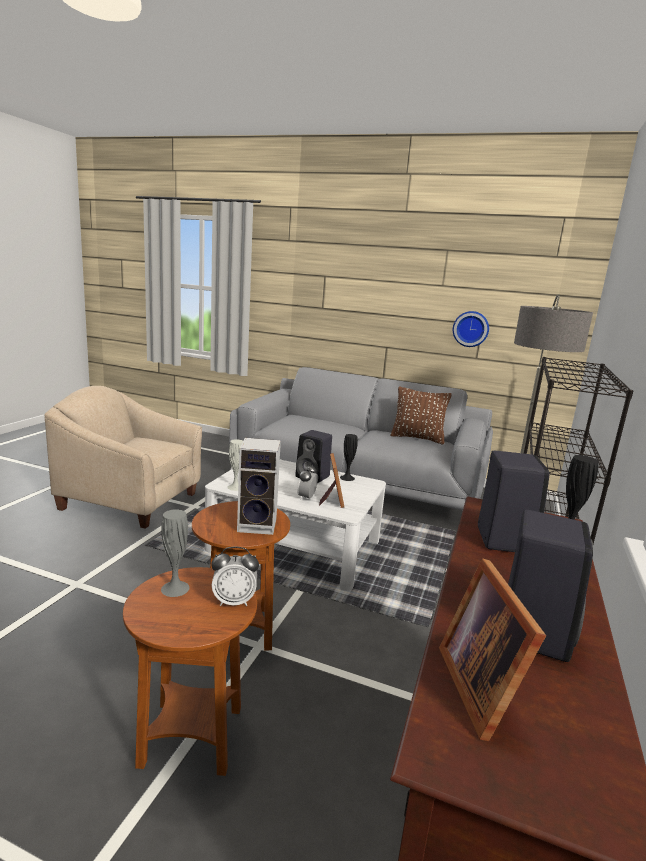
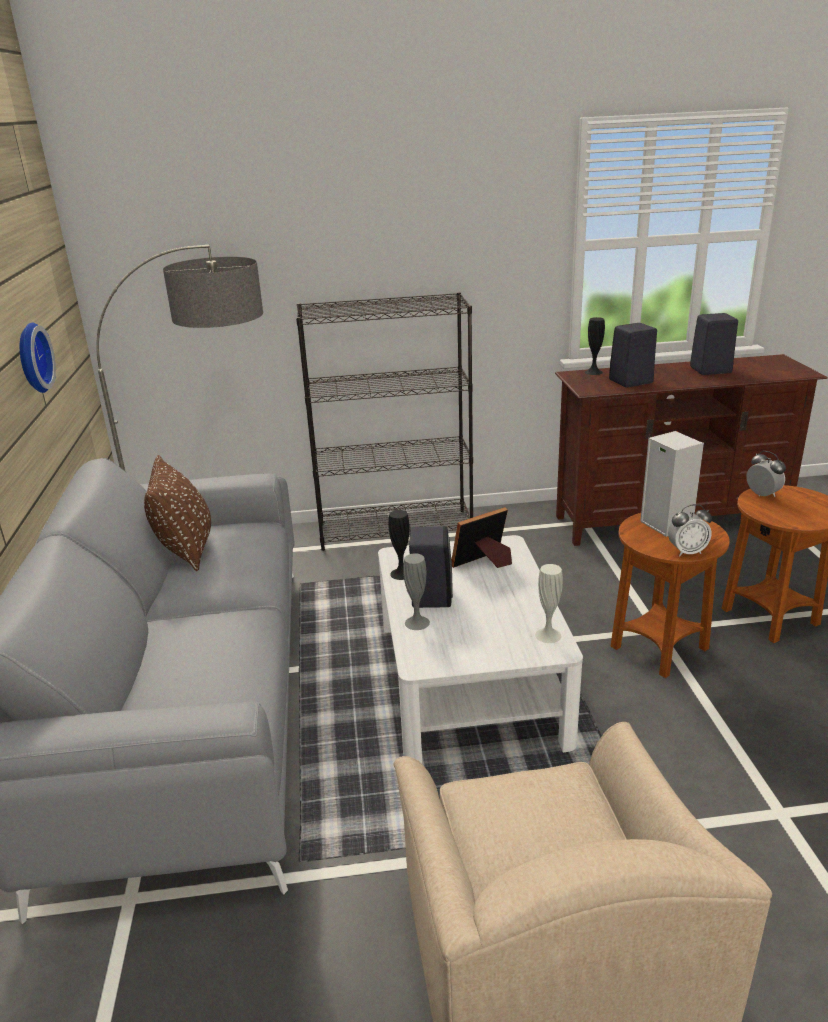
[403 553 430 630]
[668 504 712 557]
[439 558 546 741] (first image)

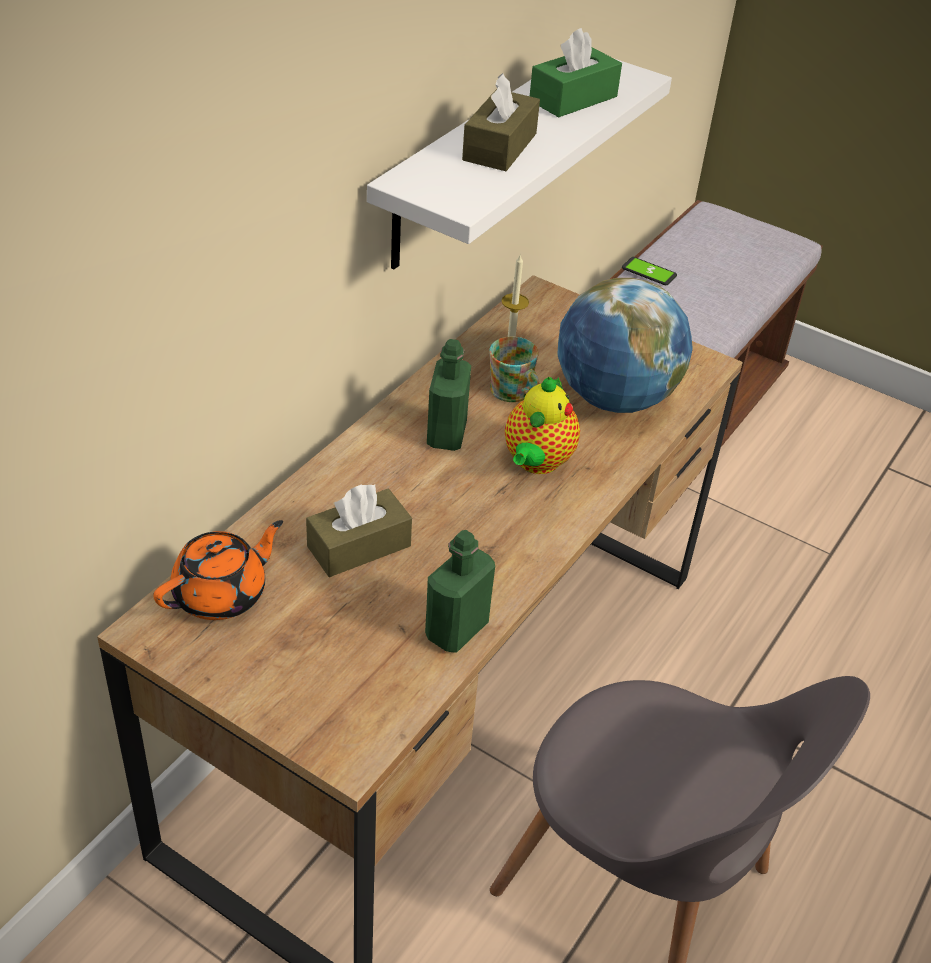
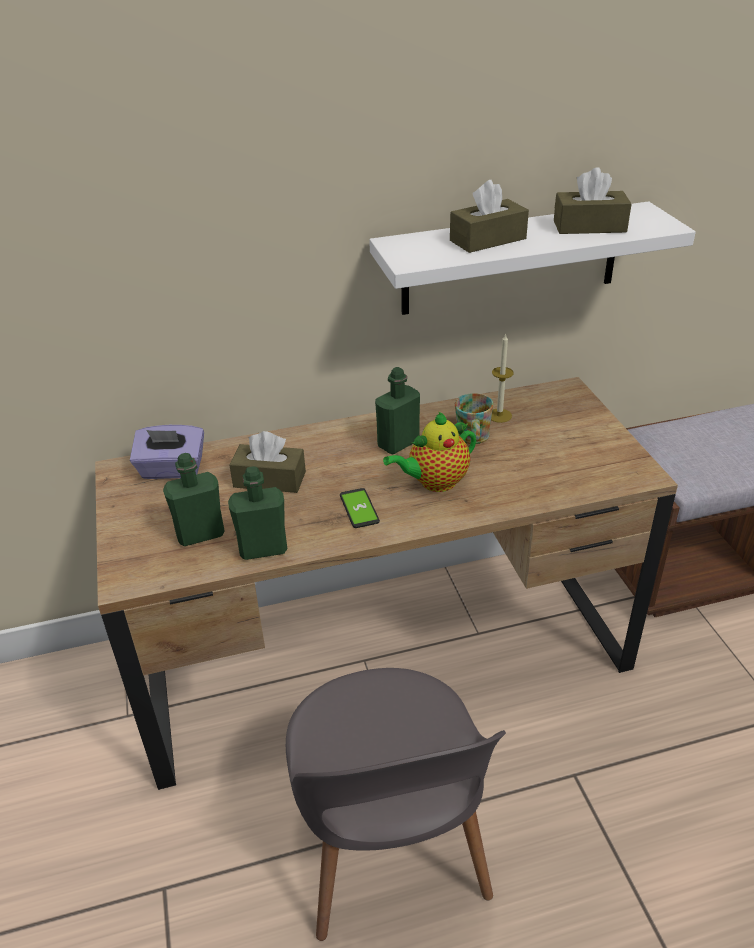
[130 425 204 479]
[163 453 225 546]
[340 488 380 528]
[554 167 632 234]
[557 278 693 413] (first image)

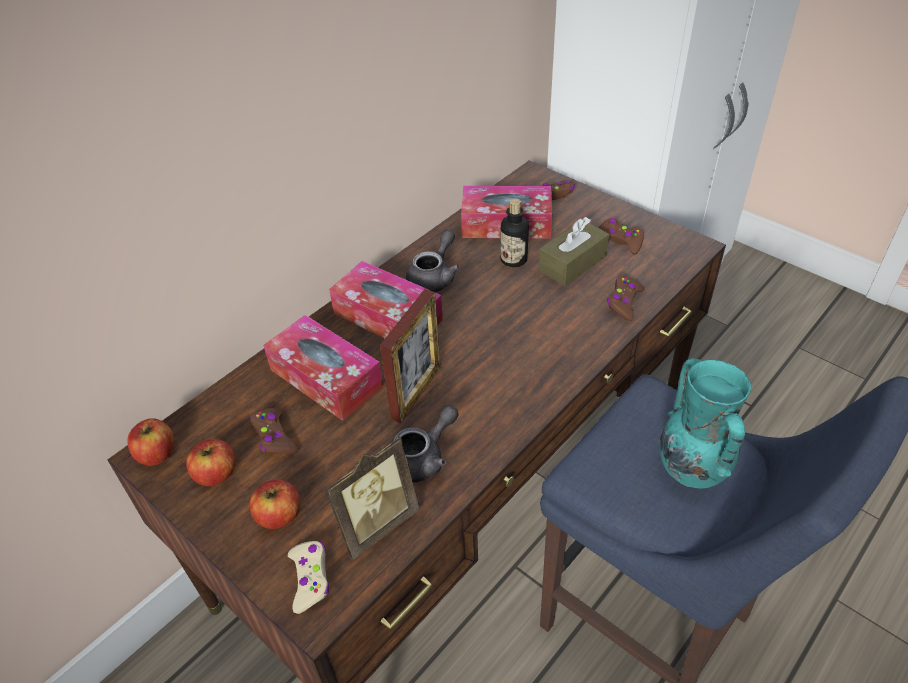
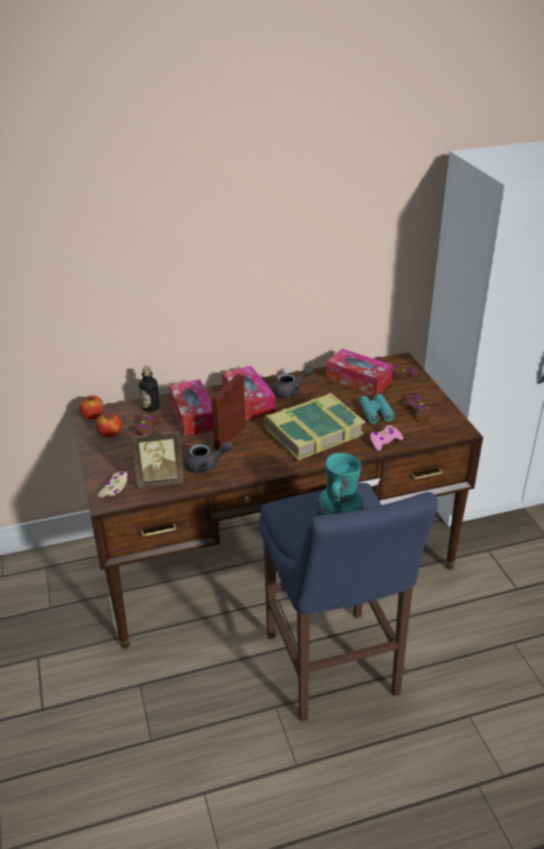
[139 366 160 412]
[211 374 246 451]
[264 393 365 460]
[359 394 395 424]
[369 425 403 451]
[250 479 300 529] (first image)

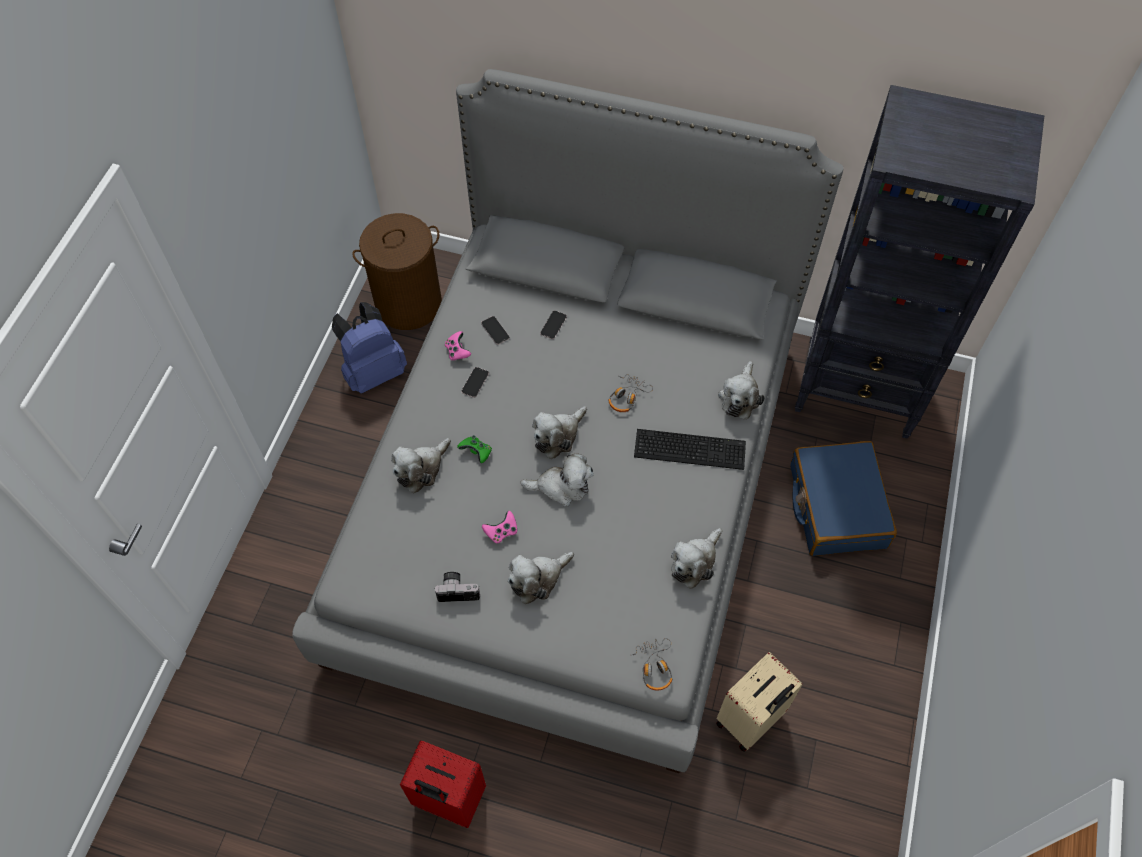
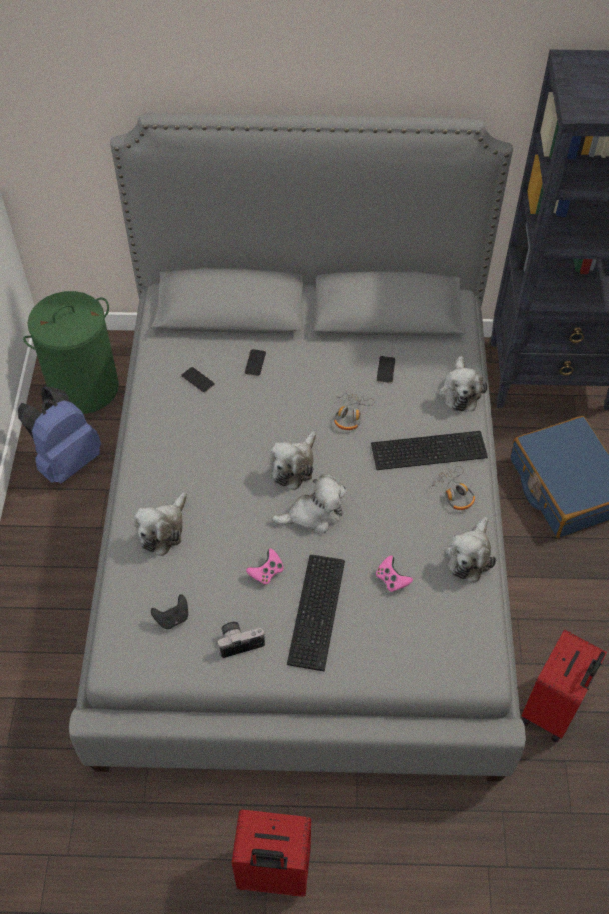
[23 291 119 414]
[151 594 188 629]
[287 555 345 671]
[376 356 396 384]
[376 555 413 592]
[430 466 475 510]
[522 630 607 743]
[457 435 492 463] (first image)

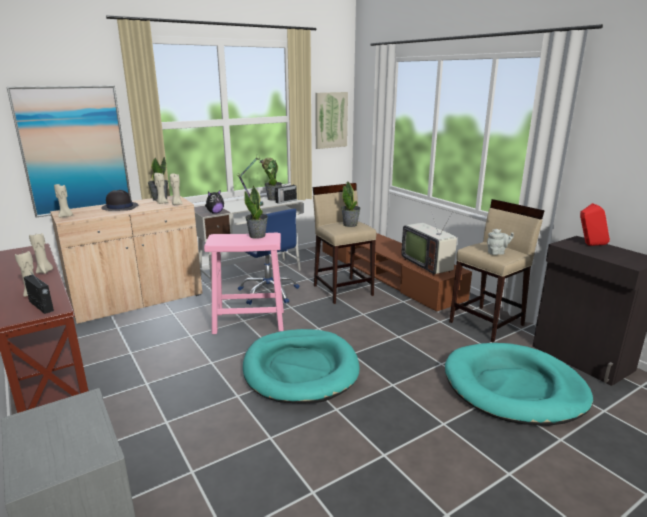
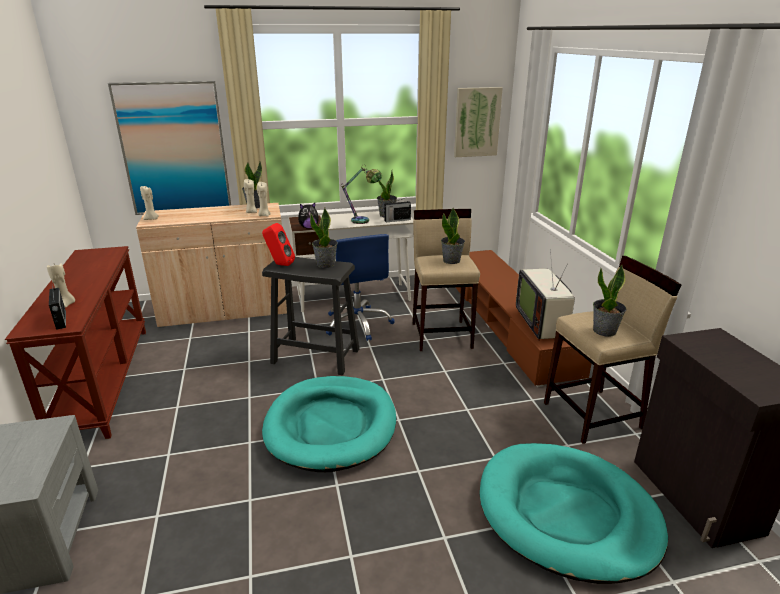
[262 223 295 266]
[262 257 359 375]
[593 265 626 337]
[29 233 53 274] (first image)
[101 190 138 211] (first image)

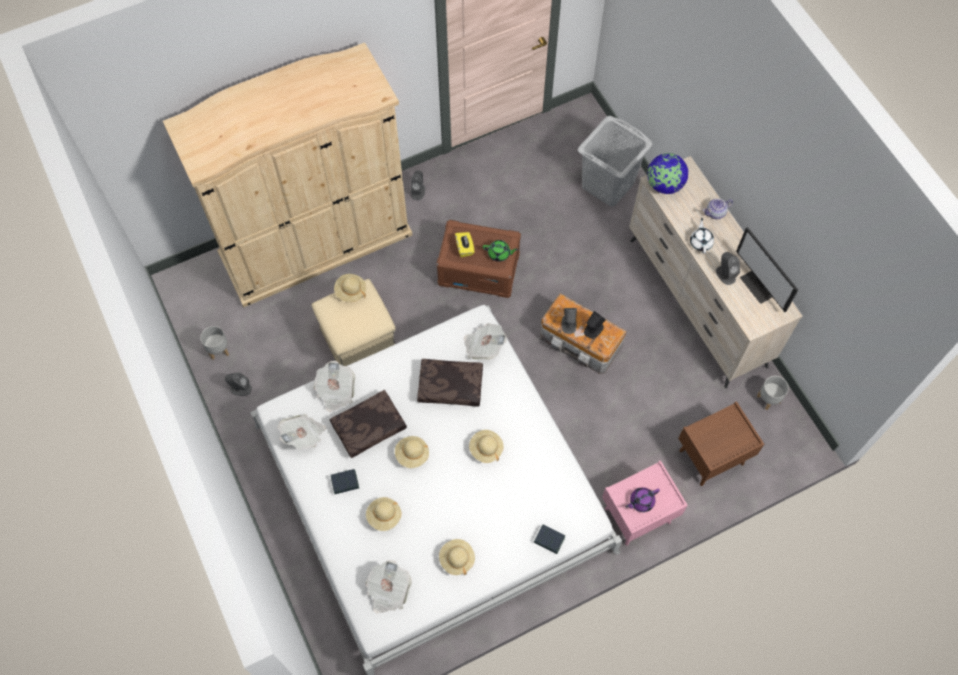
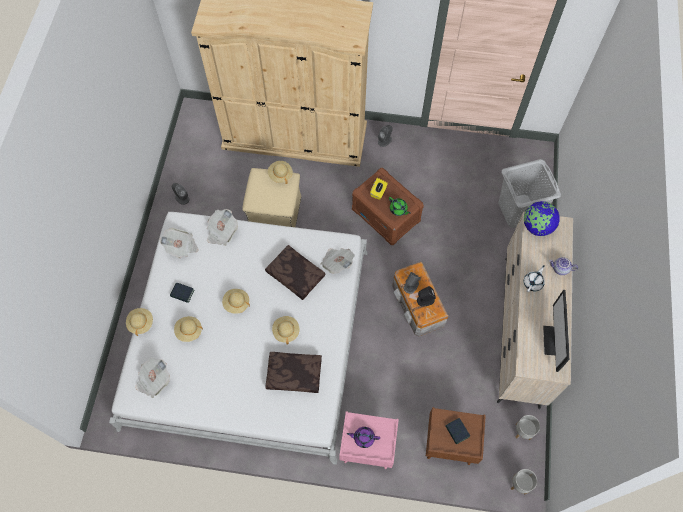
[126 308 153 336]
[265 352 322 393]
[445 418 470 445]
[511 469 537 495]
[716 252 740 285] (first image)

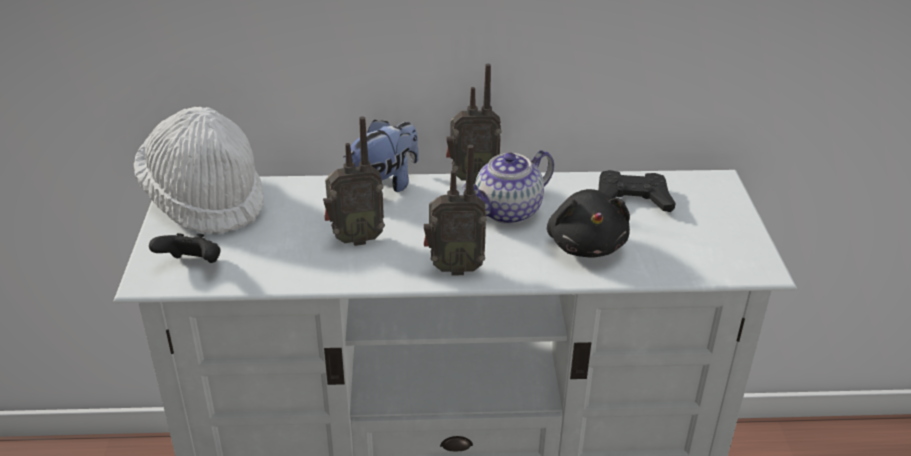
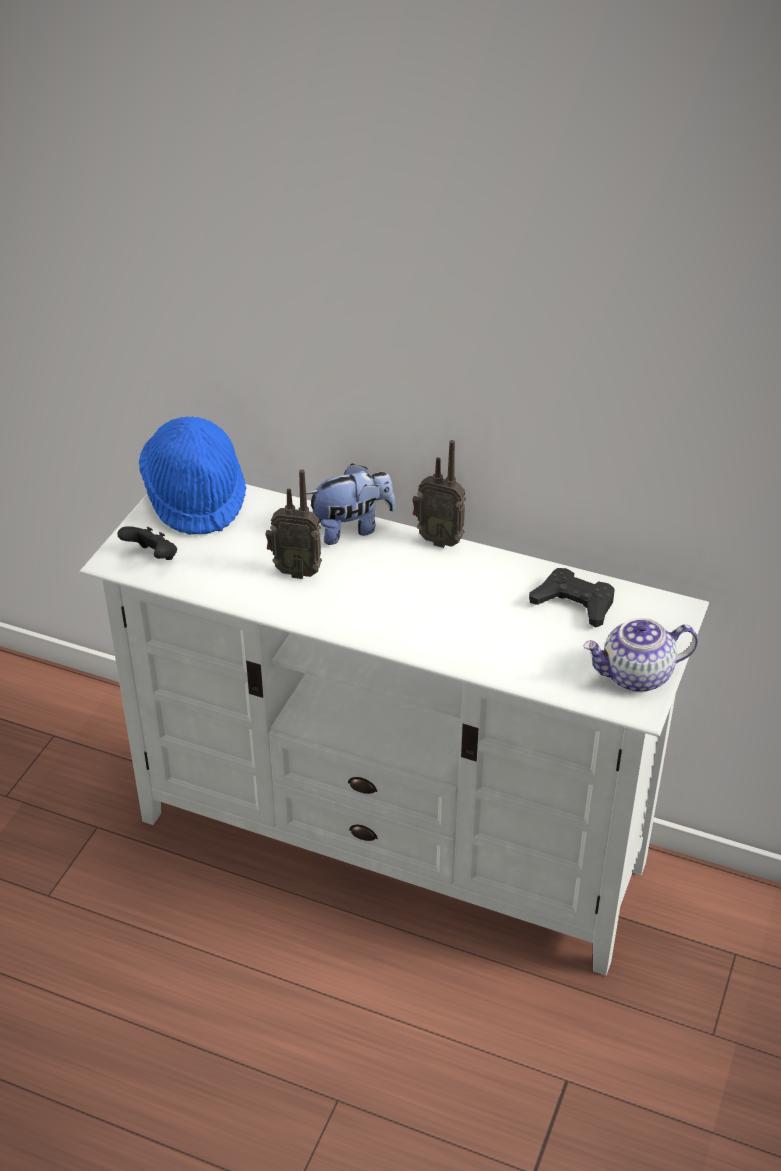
[139 417 247 535]
[583 618 698 692]
[424 145 487 275] (first image)
[547 189 630 258] (first image)

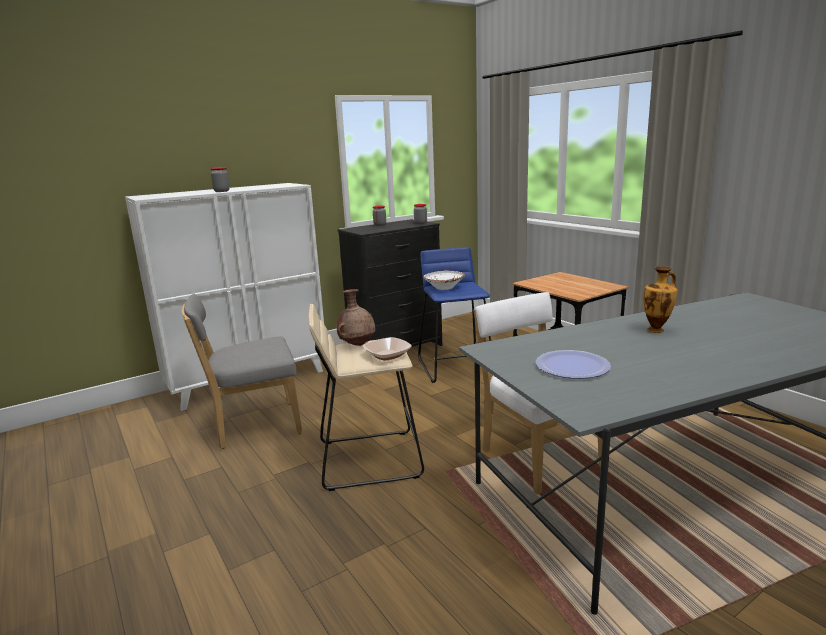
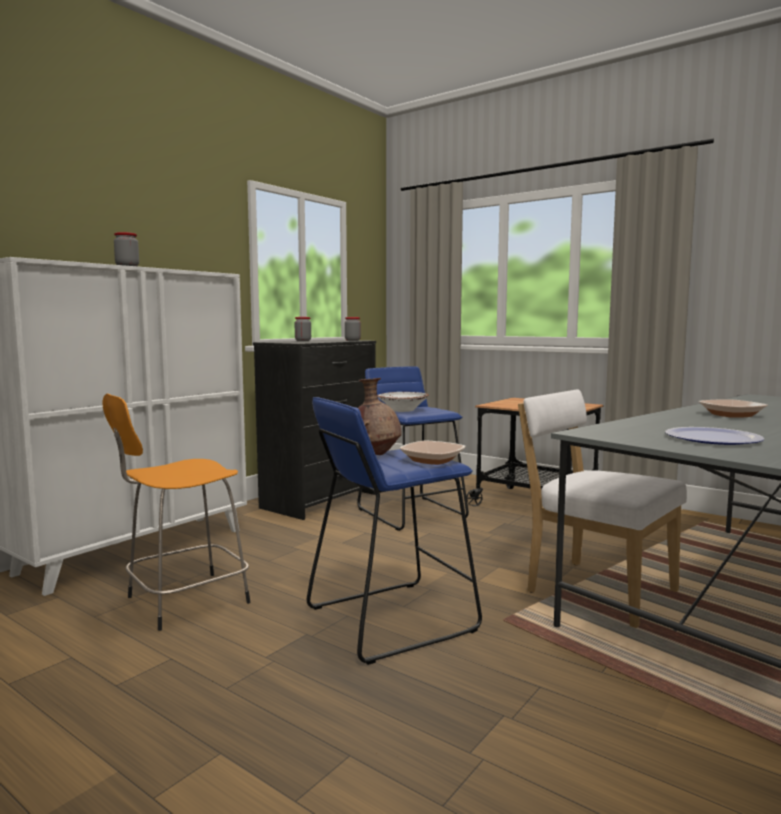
[102 393 251 631]
[307 397 482 665]
[699 399 768 418]

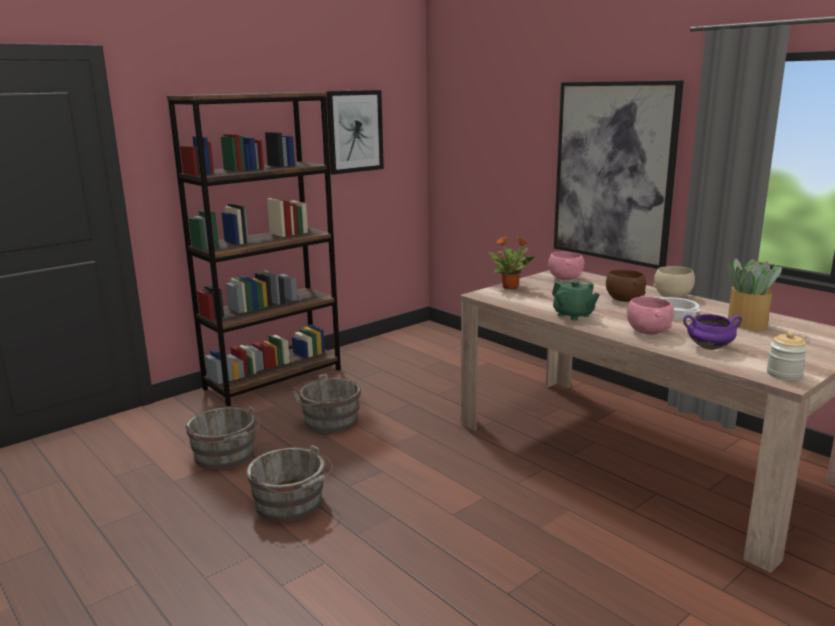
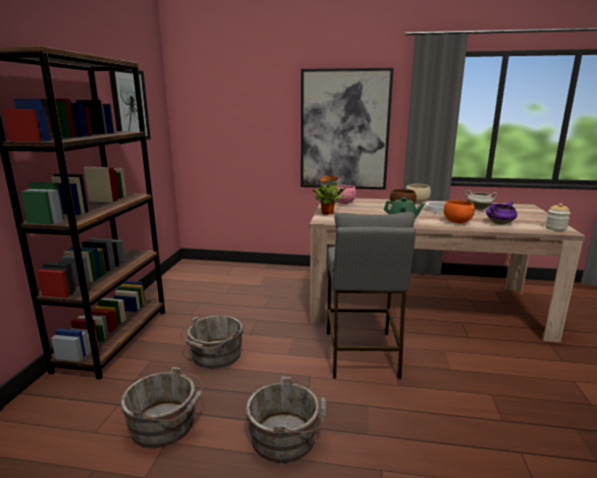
[327 212 416 379]
[444 200 475 223]
[465 190 497 210]

